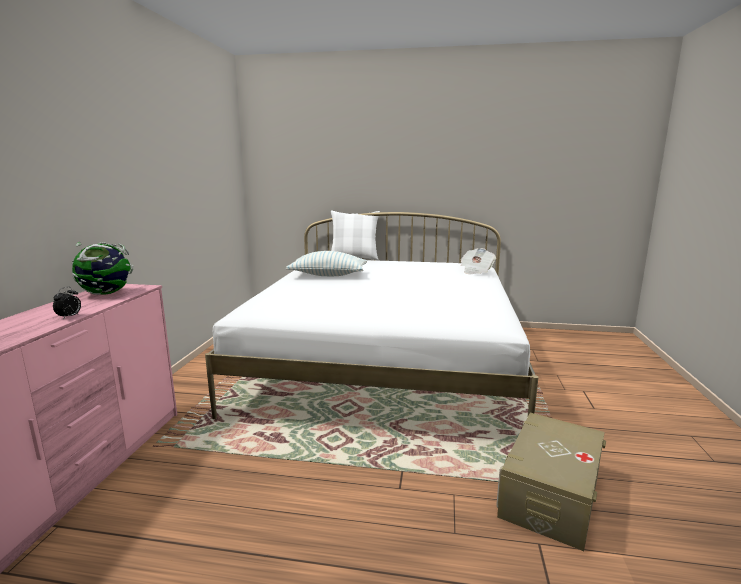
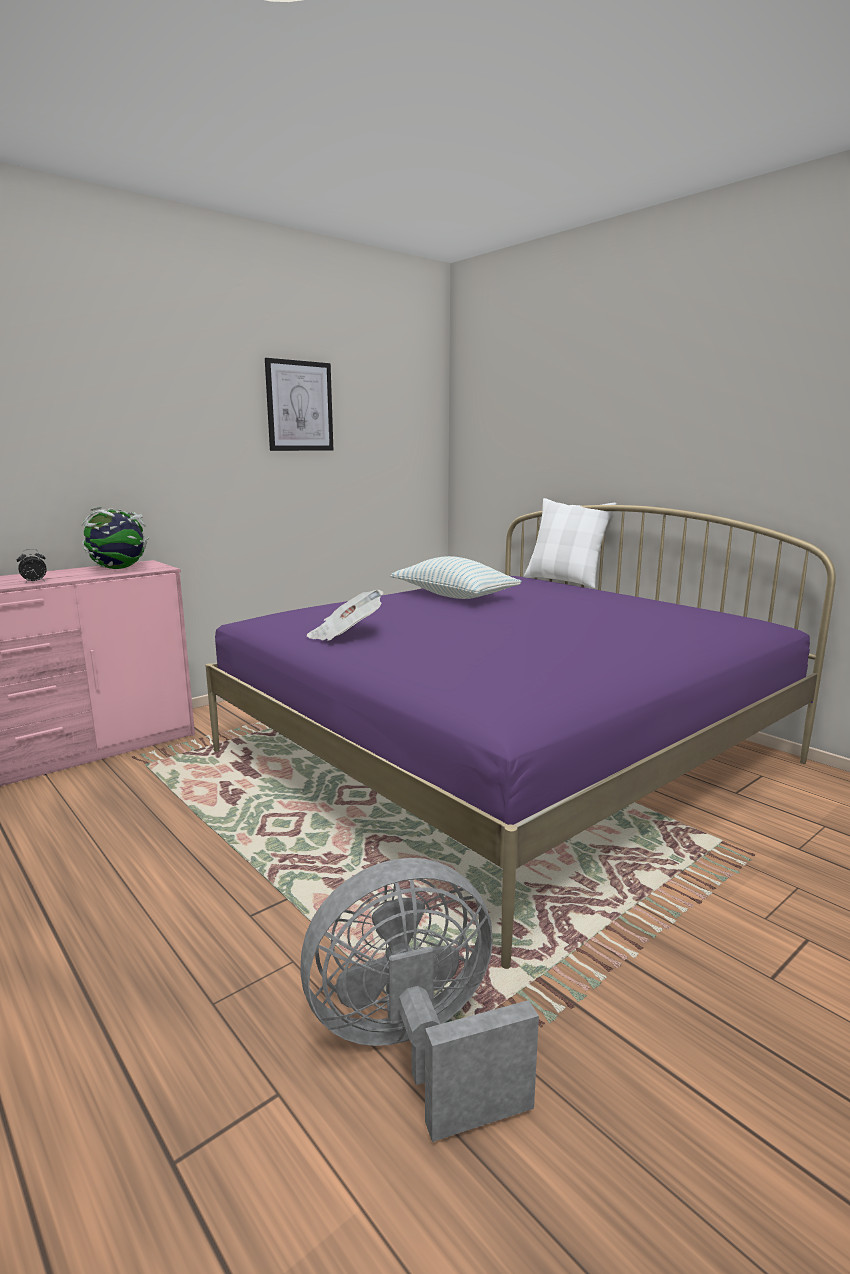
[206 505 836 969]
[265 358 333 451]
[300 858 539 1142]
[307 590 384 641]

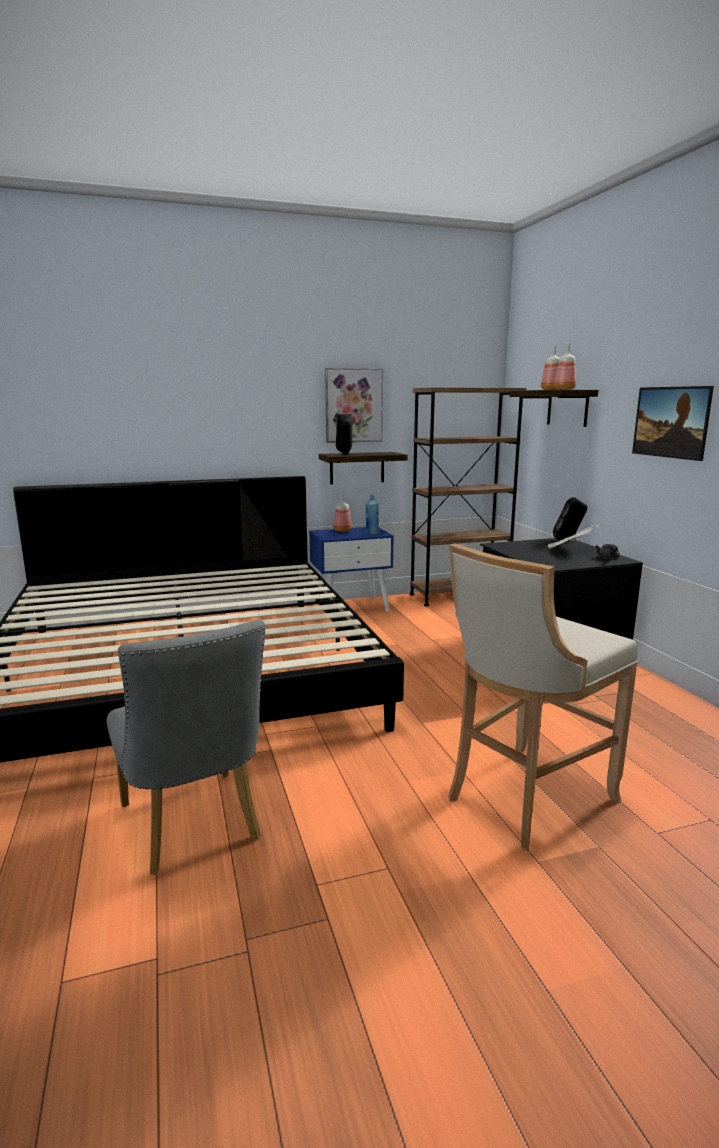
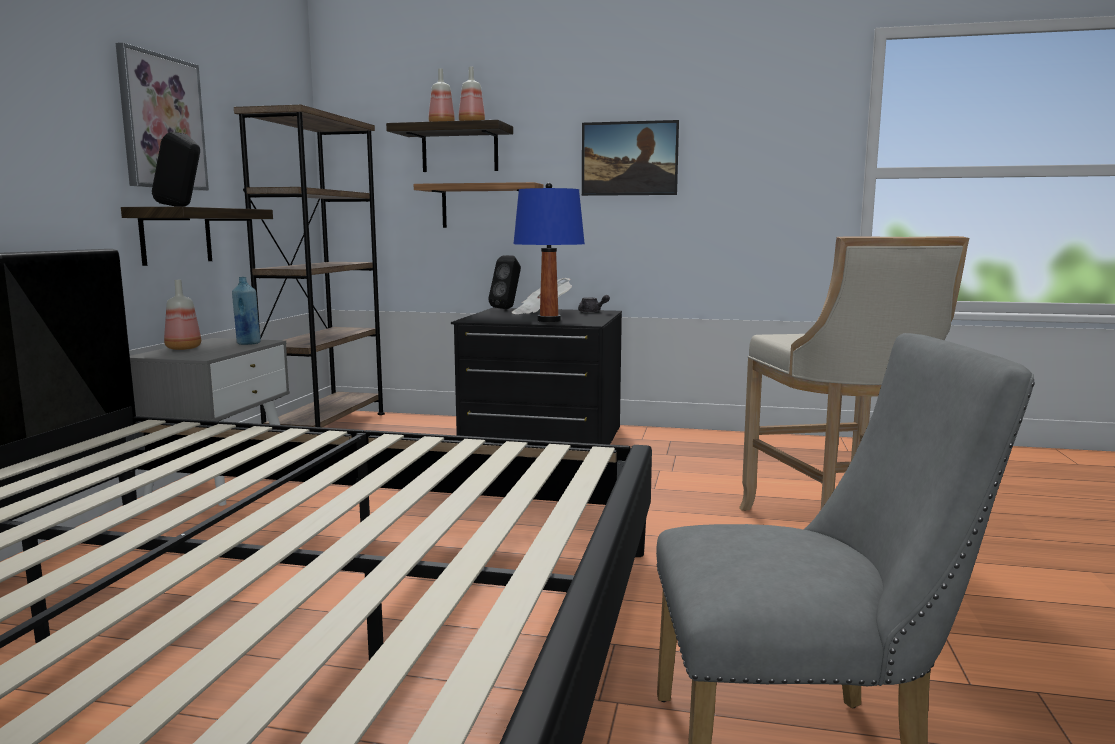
[130 338 290 506]
[414 182 544 228]
[513 183 585 322]

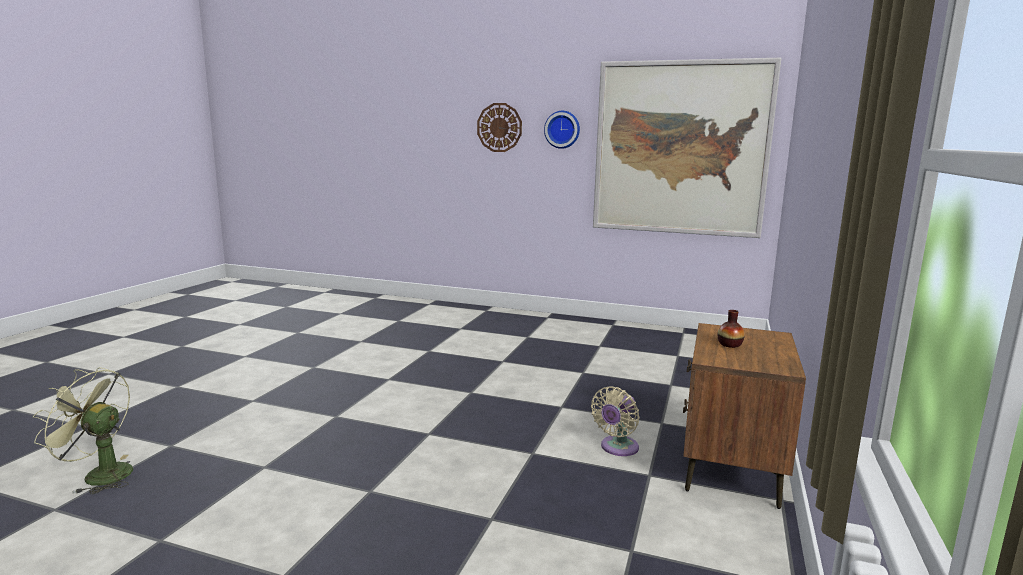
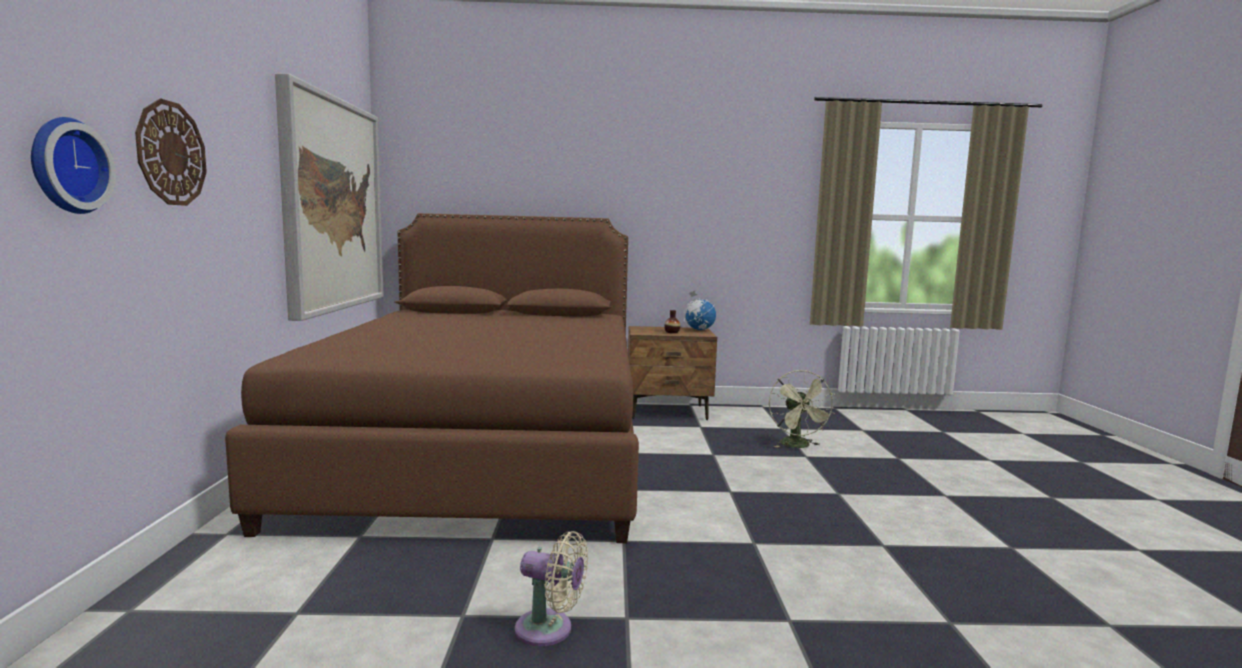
[31 117 116 214]
[225 213 639 543]
[515 531 588 646]
[684 291 716 330]
[769 370 835 448]

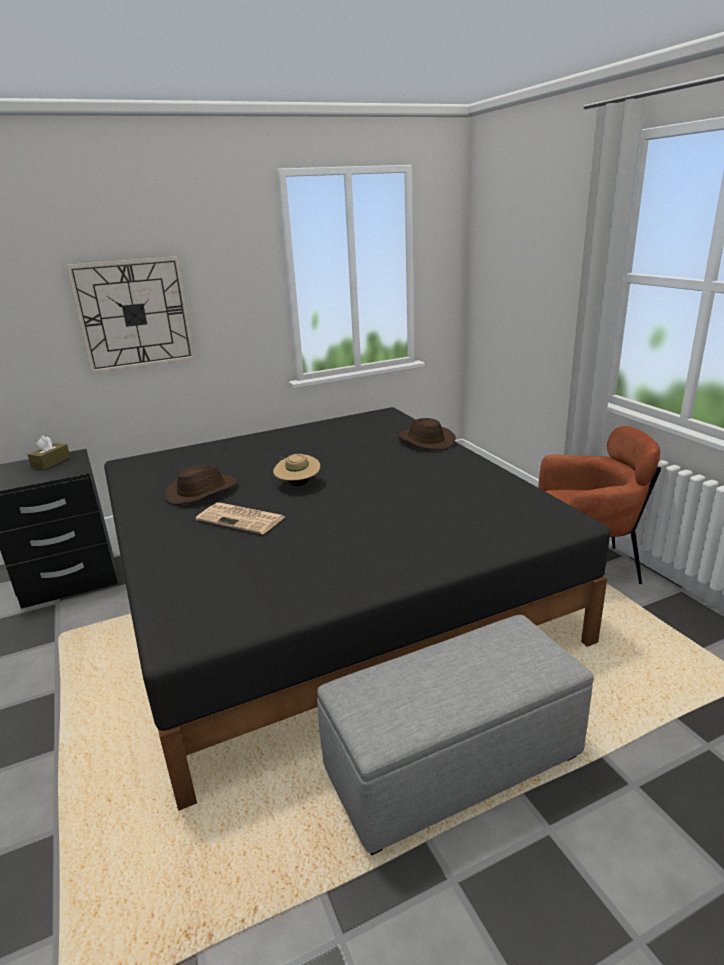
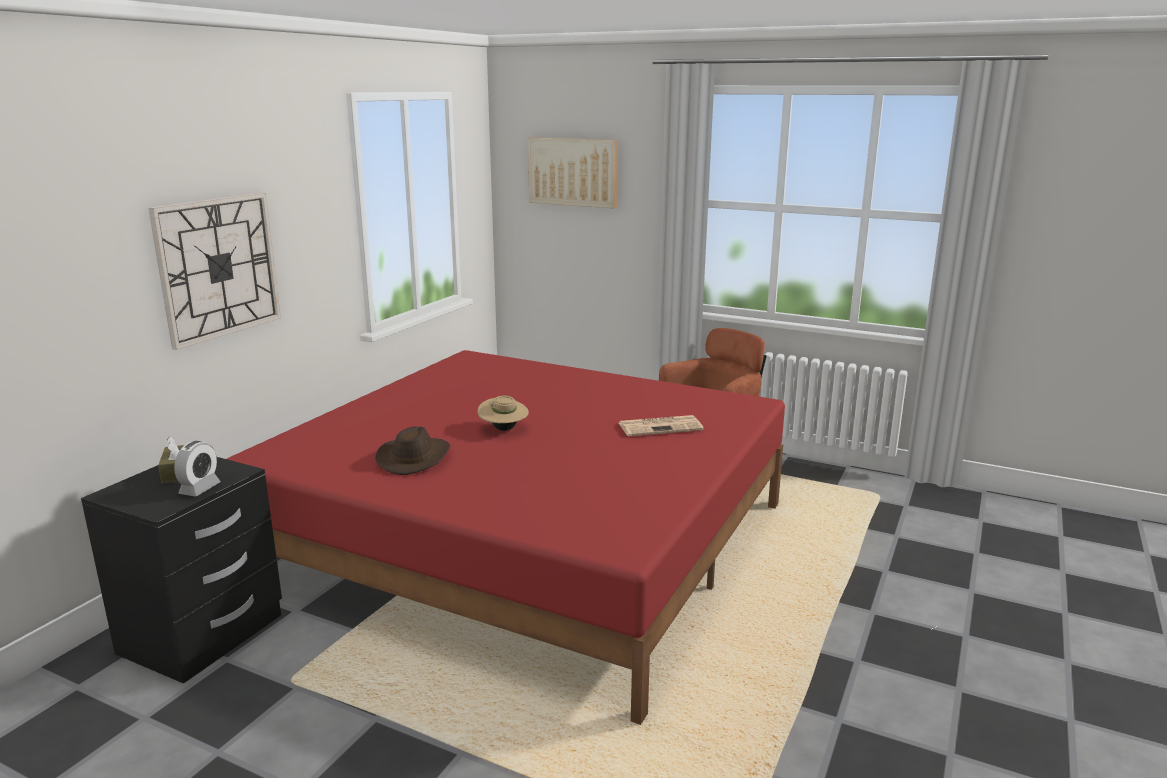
[174 441 221 496]
[227 350 785 725]
[528 137 618 208]
[619 415 704 436]
[317 615 594 855] (first image)
[397 418 456 450] (first image)

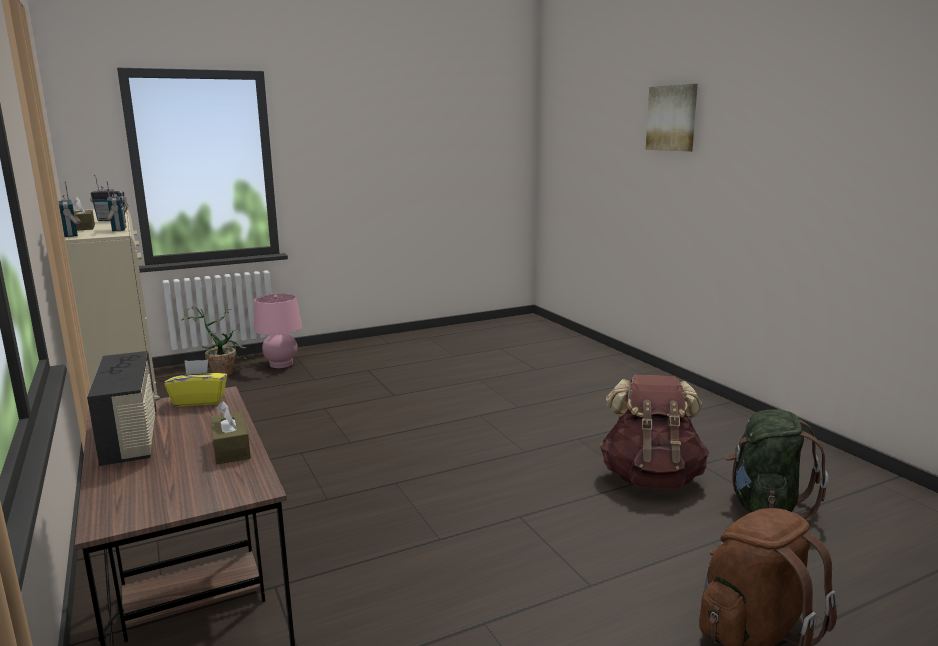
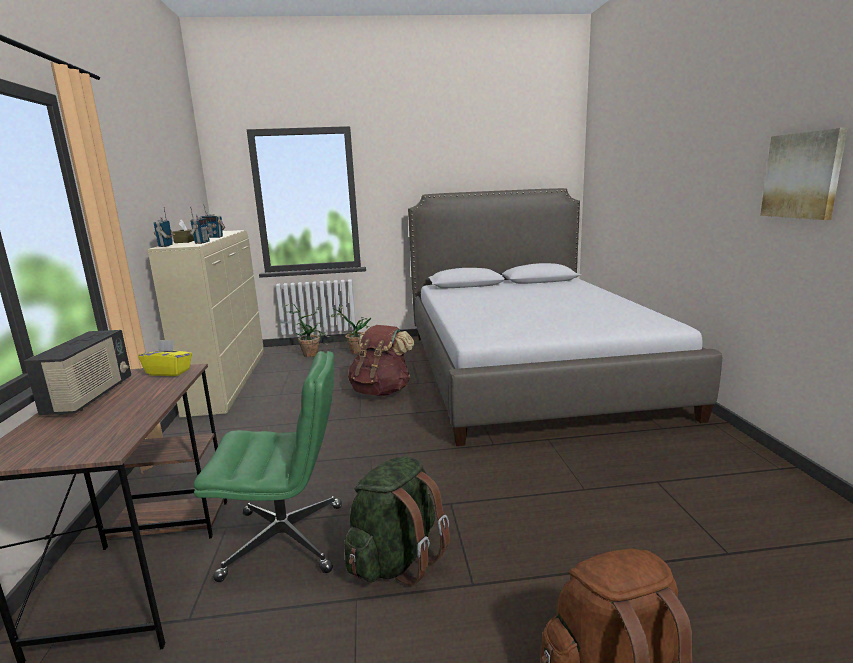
[193 351 342 582]
[331 304 371 354]
[344 457 450 586]
[348 325 414 396]
[408 188 722 446]
[760 128 847 220]
[210 401 251 464] (first image)

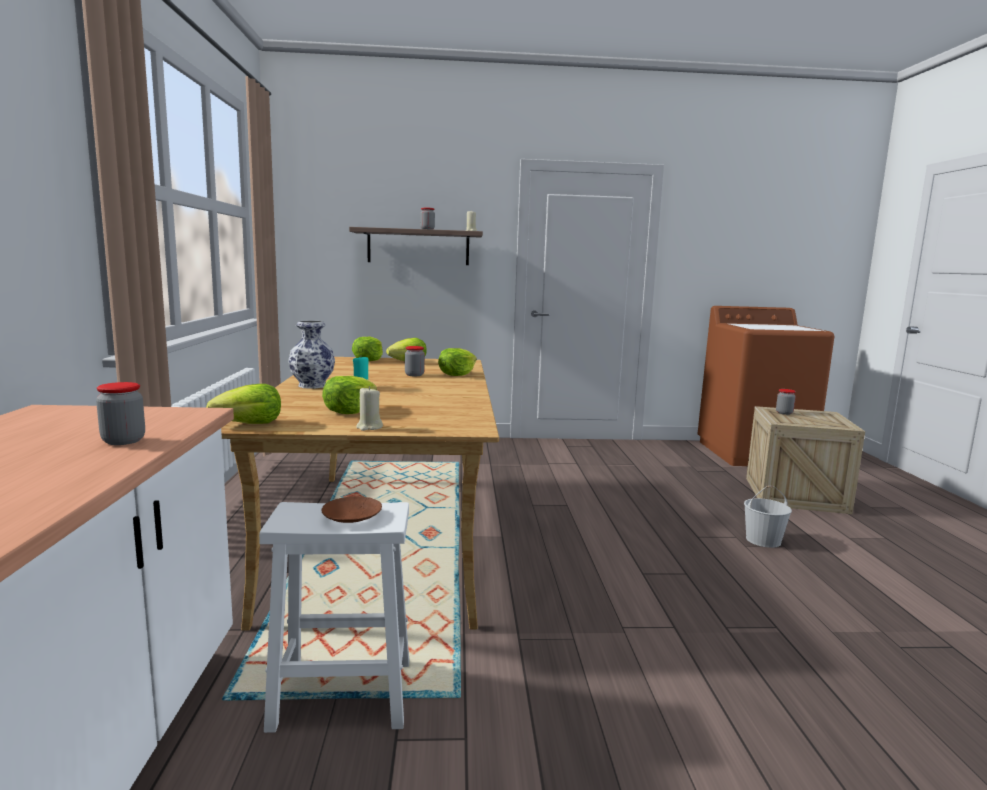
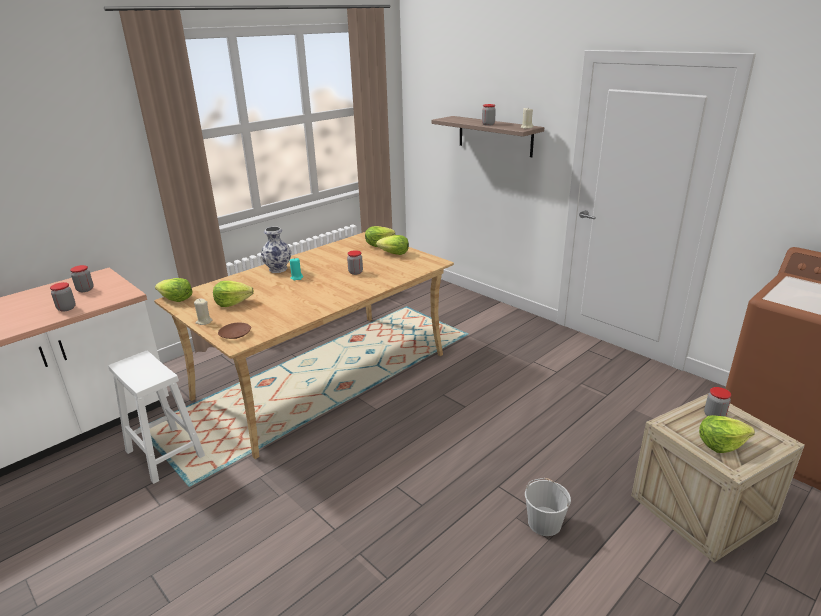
[70 265 94 292]
[218 323 251 339]
[699 415 755 453]

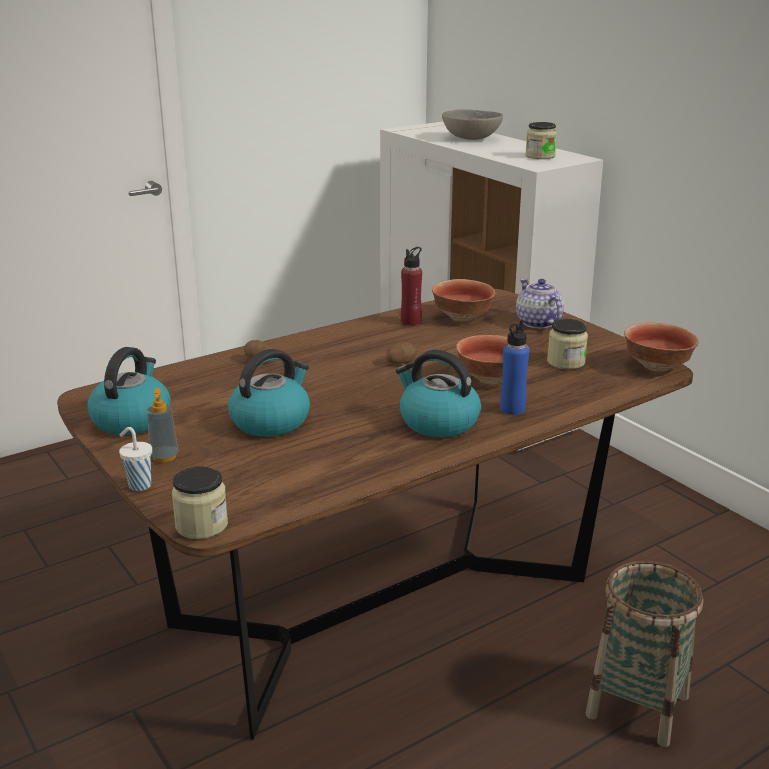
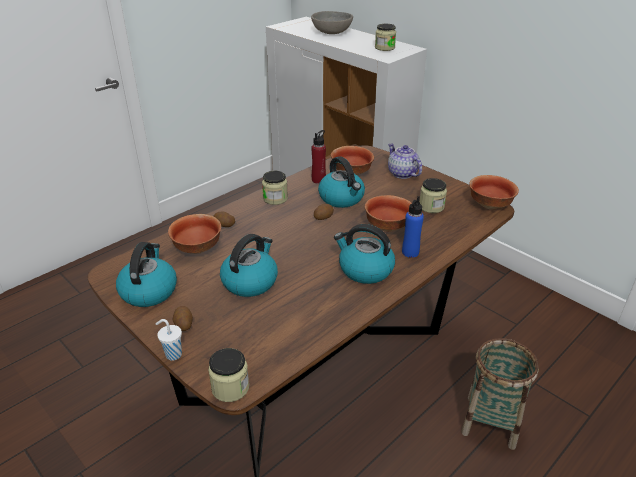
[168 214 221 254]
[173 306 193 331]
[262 171 288 205]
[318 156 365 208]

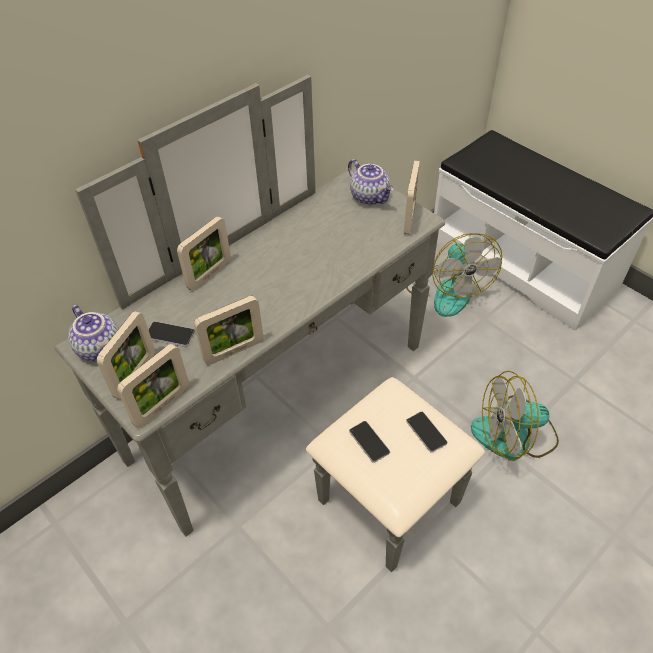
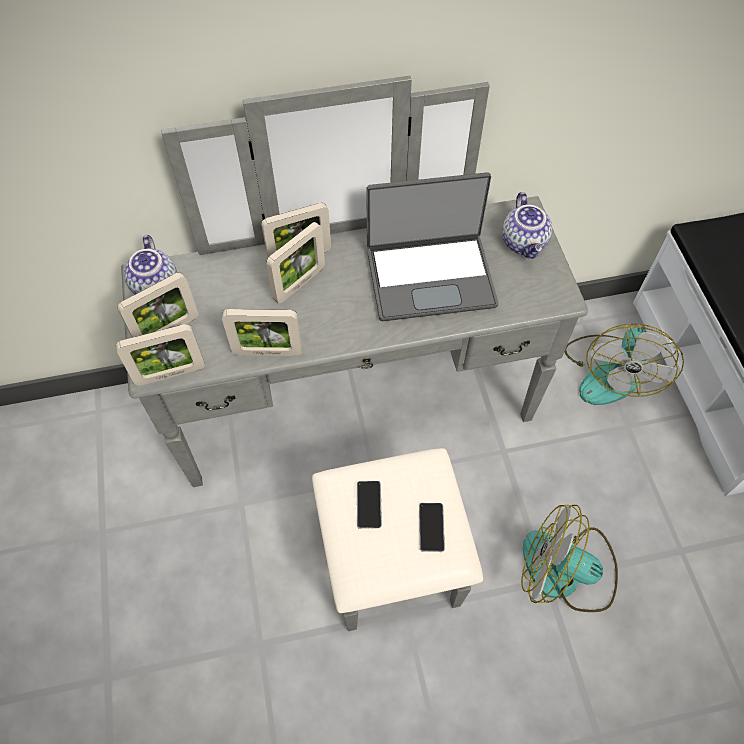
[266 222 325 303]
[366 172 499 321]
[148 321 195 347] (first image)

